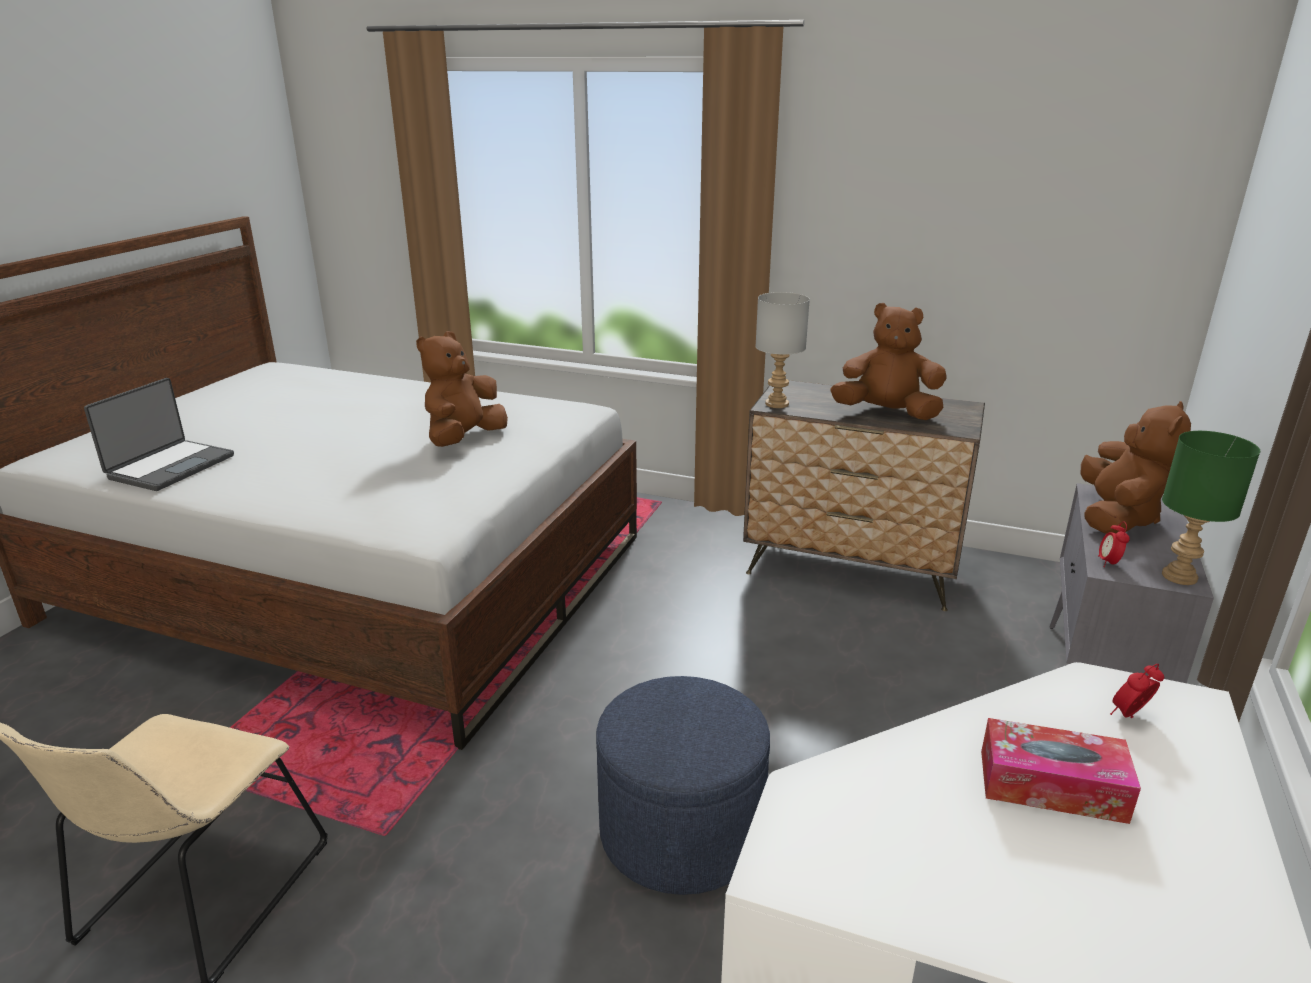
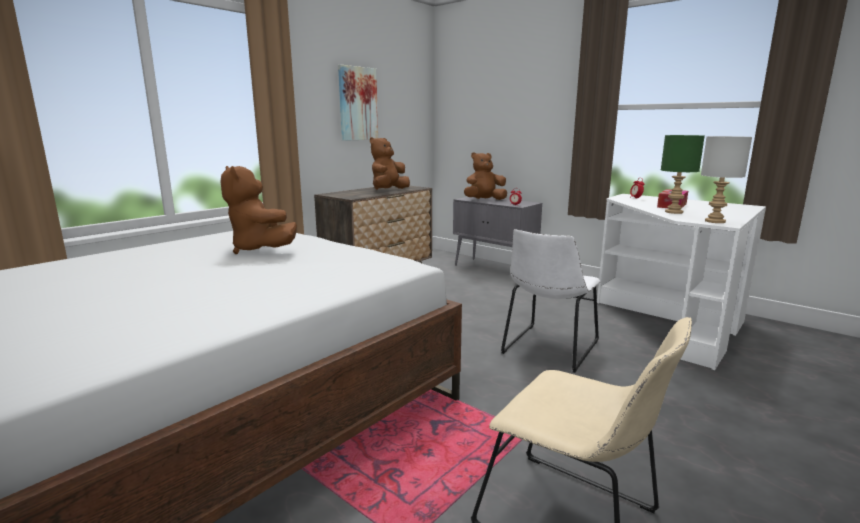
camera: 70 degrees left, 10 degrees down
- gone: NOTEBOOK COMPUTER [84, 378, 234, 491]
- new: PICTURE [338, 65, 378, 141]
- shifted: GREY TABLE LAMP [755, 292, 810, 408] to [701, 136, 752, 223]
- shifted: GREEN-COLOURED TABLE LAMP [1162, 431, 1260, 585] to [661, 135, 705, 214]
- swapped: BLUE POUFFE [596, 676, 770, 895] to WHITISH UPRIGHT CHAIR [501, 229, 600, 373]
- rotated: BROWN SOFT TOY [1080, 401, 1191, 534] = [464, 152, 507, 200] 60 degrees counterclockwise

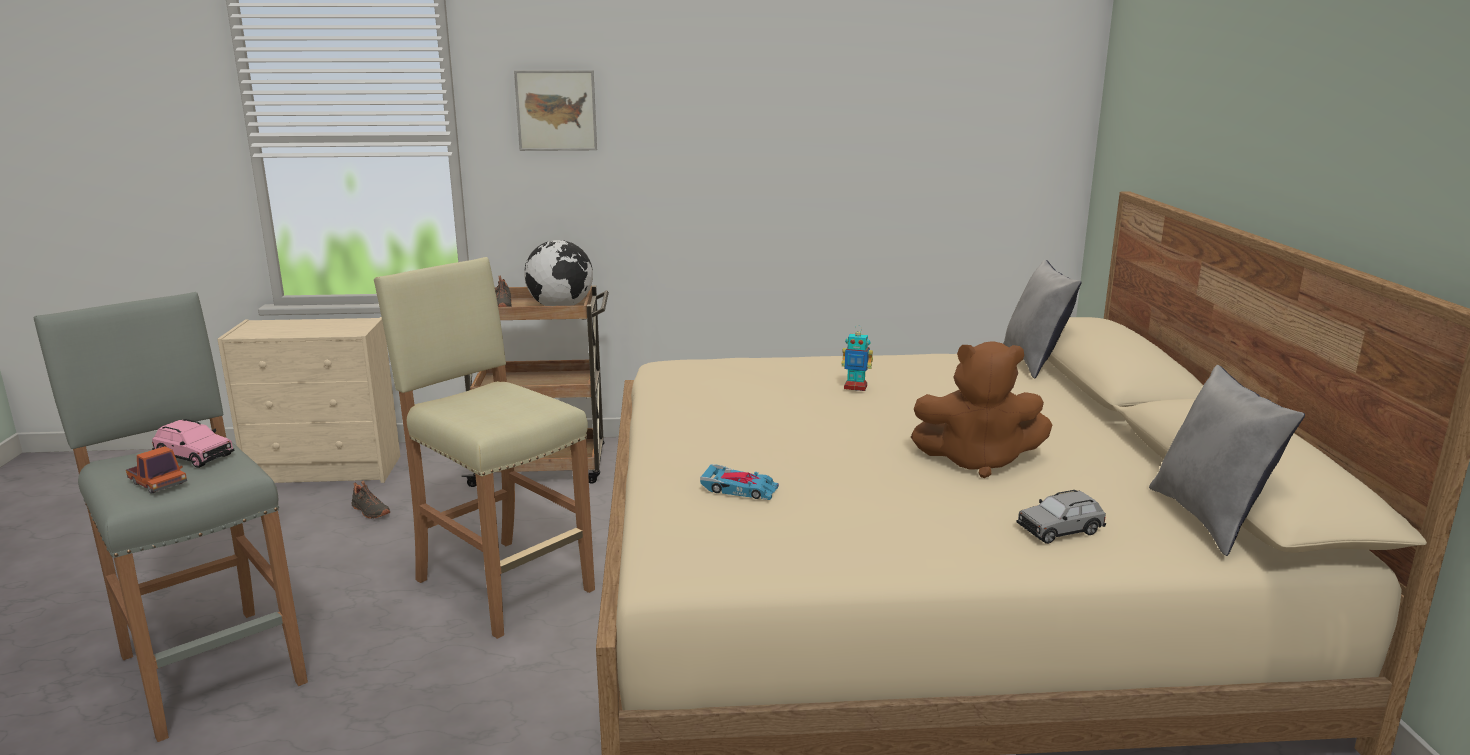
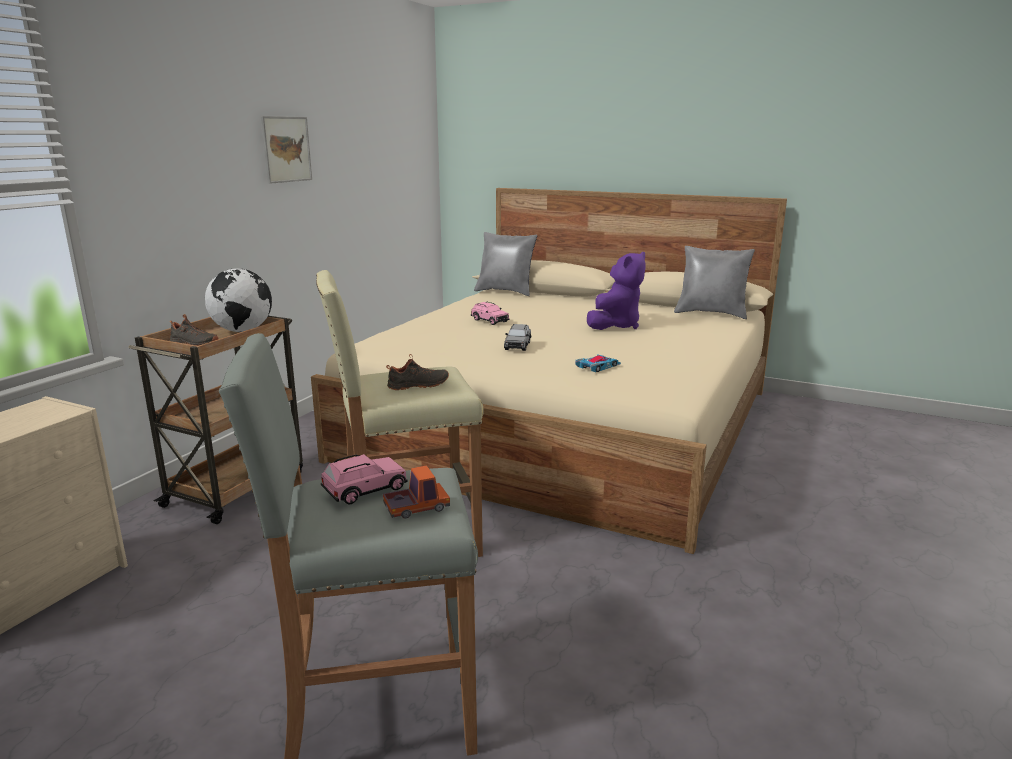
camera: 60 degrees left, 0 degrees up
- shifted: BLACKISH SHOE [351, 481, 390, 519] to [386, 354, 449, 390]
- shifted: PICTURE [514, 70, 597, 151] to [261, 116, 312, 184]
- shifted: GREY MINIATURE CAR [1017, 490, 1106, 544] to [504, 324, 532, 351]
- swapped: TOY ROBOT [841, 325, 873, 391] to PINKISH MINIATURE CAR [471, 302, 510, 325]
- repainted: BROWN SOFT TOY [911, 341, 1052, 478] to PURPLE-COLOURED SOFT TOY [587, 252, 646, 330]

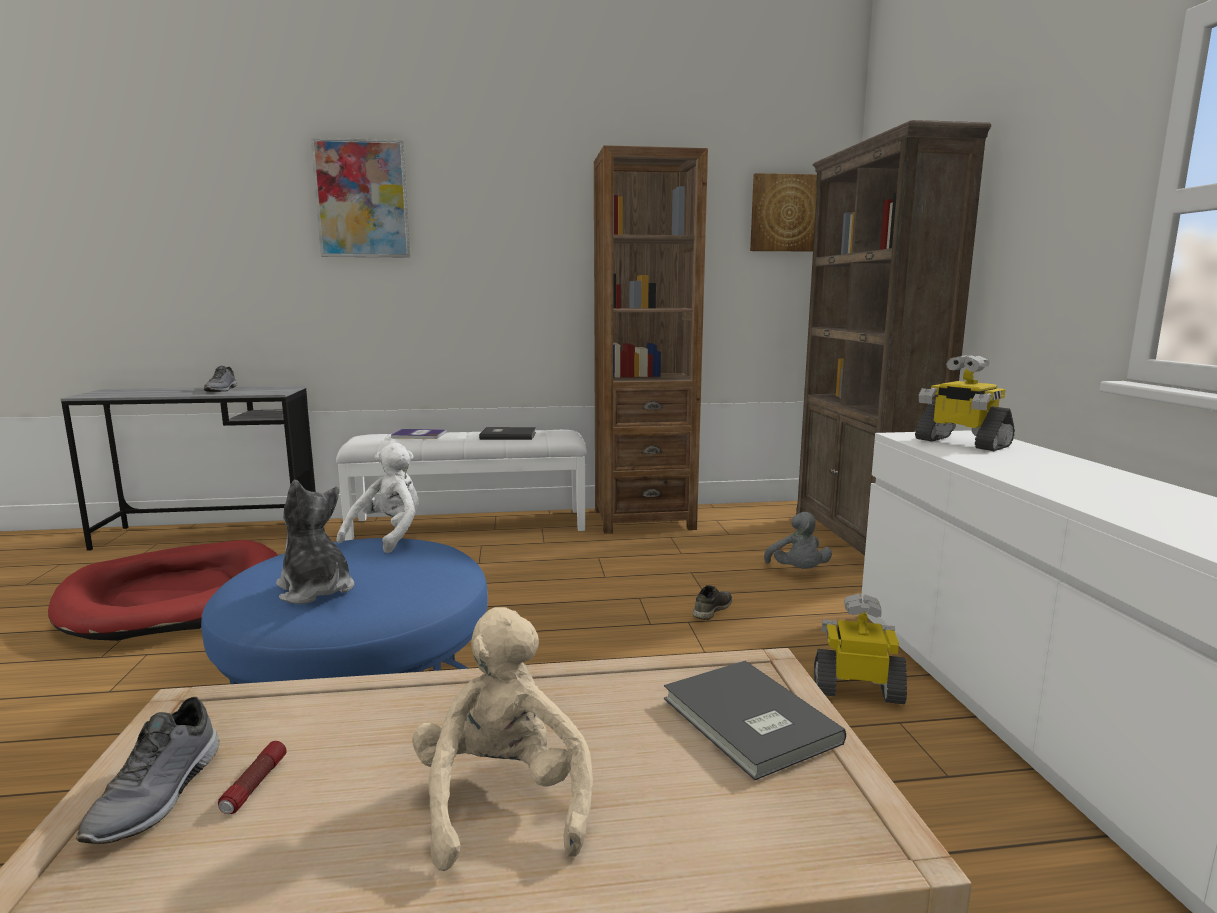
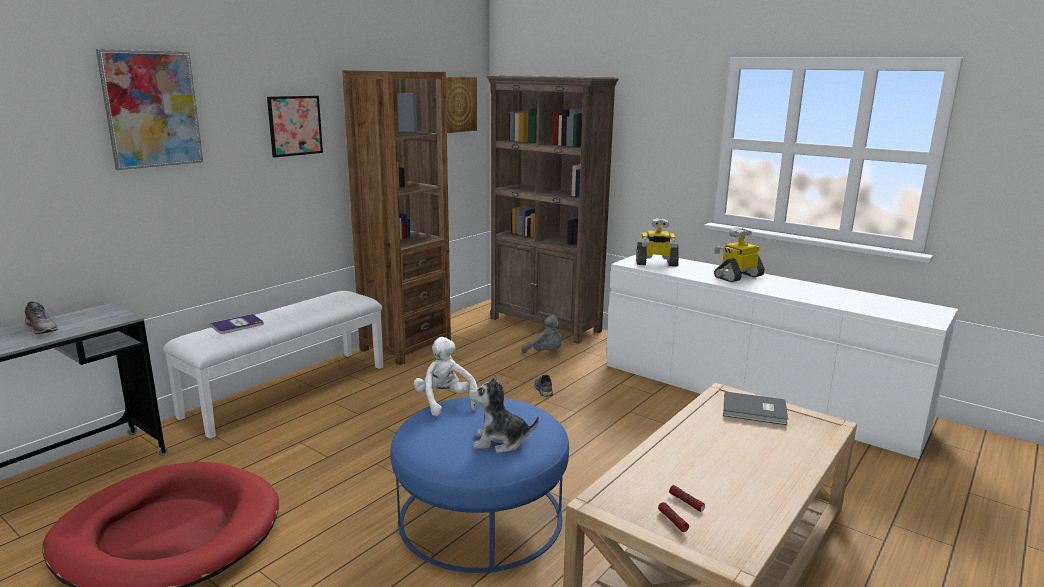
camera: 45 degrees left, 5 degrees up
- gone: BEIGE-COLOURED SOFT TOY [412, 607, 593, 871]
- gone: GREY BOUND BOOK [479, 427, 536, 440]
- new: PICTURE [267, 96, 323, 158]
- shifted: TOY ROBOT [814, 594, 907, 704] to [714, 227, 765, 282]
- swapped: GREY SHOE [76, 697, 219, 844] to FLASHLIGHT [658, 502, 689, 532]

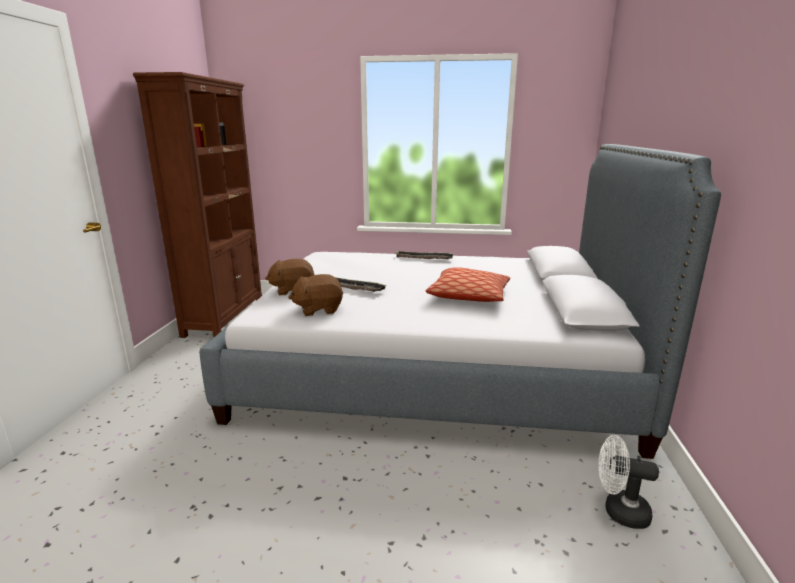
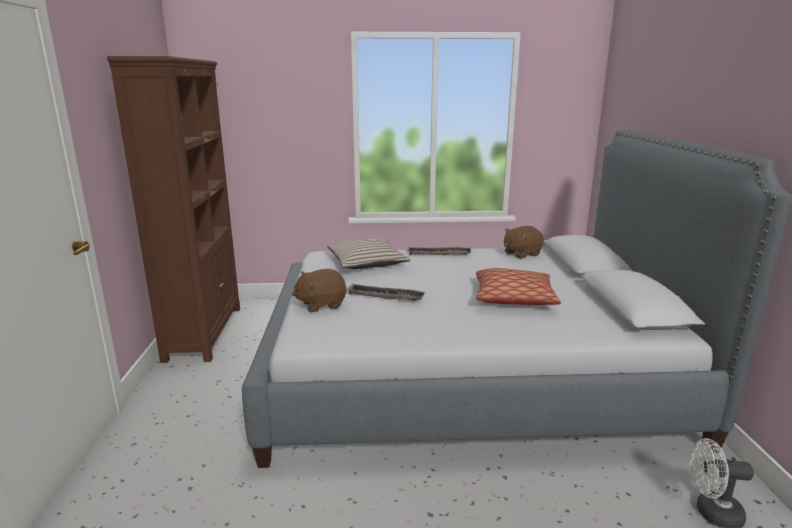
camera: 10 degrees left, 0 degrees up
- new: BEIGE-COLOURED CUSHION [327, 238, 410, 269]
- shifted: BROWN SOFT TOY [288, 274, 343, 316] to [504, 226, 544, 259]

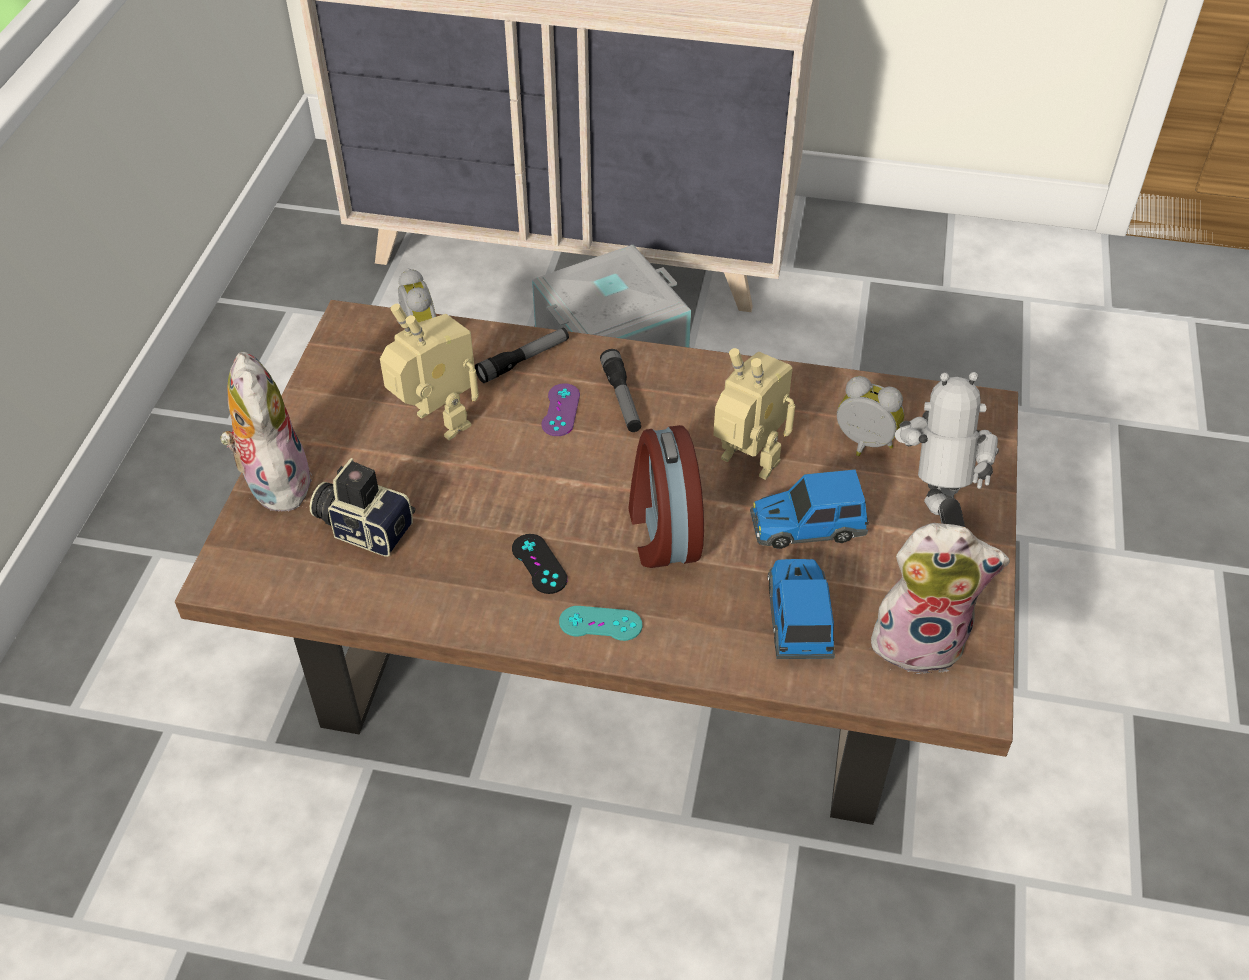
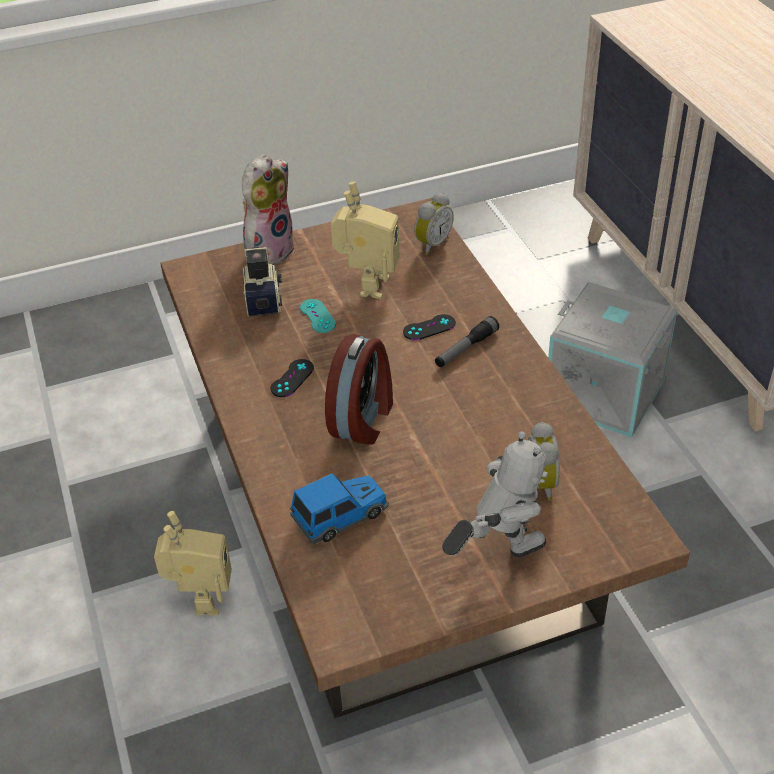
camera: 60 degrees right, 5 degrees down
- gone: FLASHLIGHT [475, 328, 569, 383]
- gone: MINIATURE CAR [750, 469, 869, 549]
- gone: SOFT TOY [866, 523, 1010, 674]
- shifted: TURQUOISE JOYPAD [559, 606, 642, 641] to [300, 299, 336, 333]
- shifted: TOY ROBOT [713, 348, 795, 480] to [154, 511, 232, 616]
- repainted: PURPLE-COLOURED JOYPAD [542, 383, 580, 436] to BLACKISH JOYPAD [403, 314, 456, 340]
- rotated: ALARM CLOCK [628, 425, 704, 568] = [325, 334, 393, 445] 150 degrees clockwise

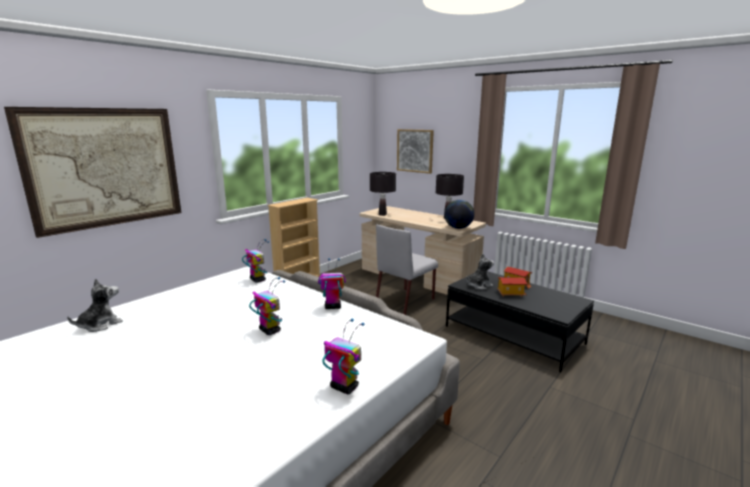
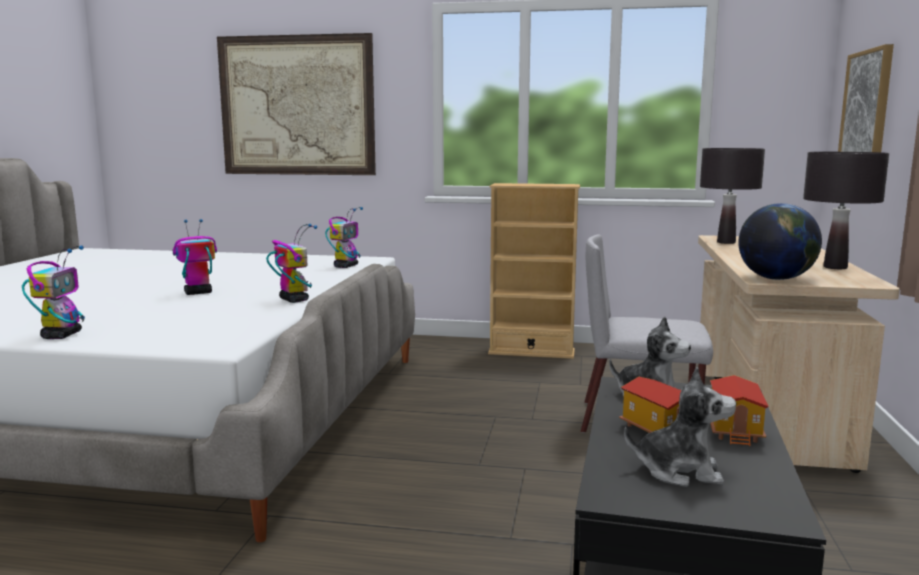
camera: 60 degrees right, 5 degrees down
- shifted: SOFT TOY [67, 278, 123, 332] to [624, 367, 736, 487]
- rotated: TOY ROBOT [249, 277, 285, 335] = [173, 219, 217, 295] 135 degrees counterclockwise

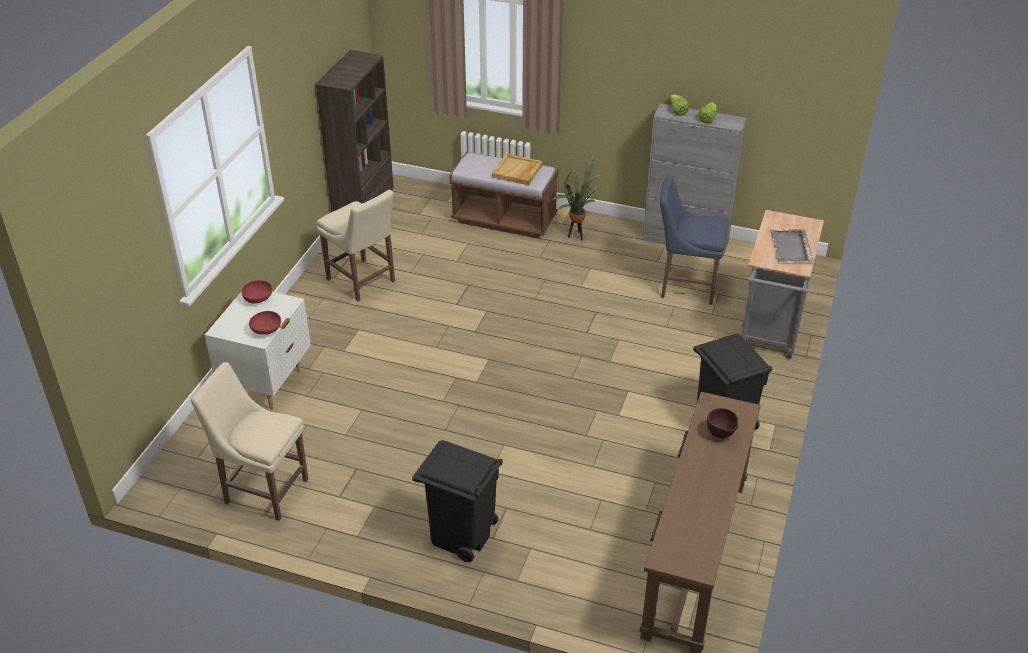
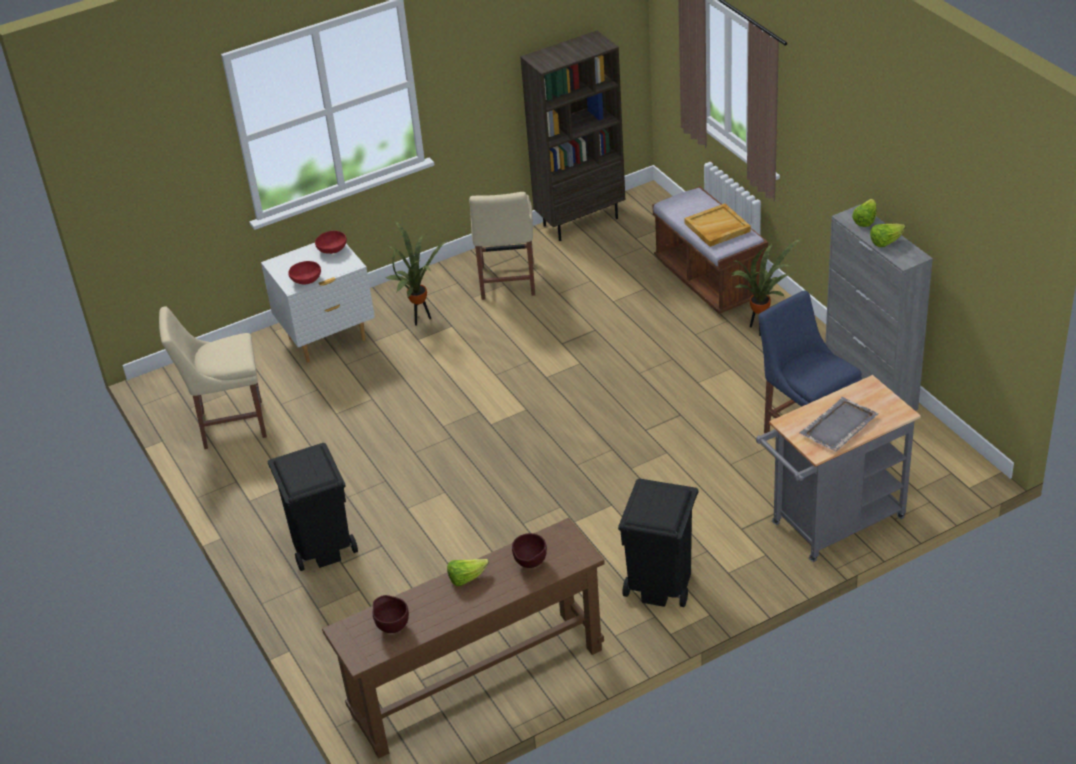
camera: 45 degrees right, 0 degrees up
- new: BROWN BOWL [373, 595, 409, 633]
- new: HOUSEPLANT [386, 220, 449, 326]
- new: LETTUCE [447, 559, 489, 586]
- rotated: BEIGE-COLOURED UPRIGHT CHAIR [191, 362, 308, 521] = [159, 306, 267, 449] 75 degrees counterclockwise

